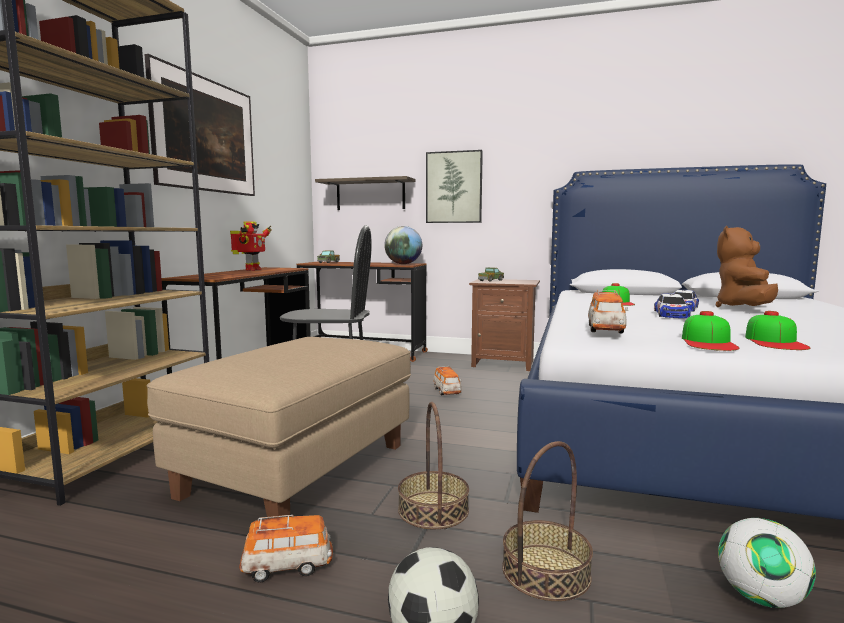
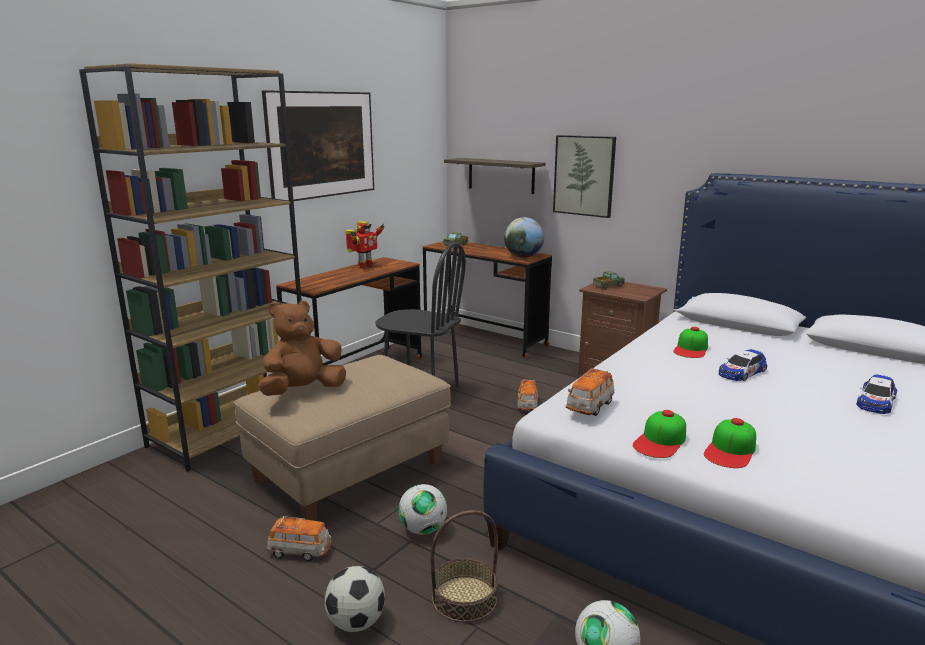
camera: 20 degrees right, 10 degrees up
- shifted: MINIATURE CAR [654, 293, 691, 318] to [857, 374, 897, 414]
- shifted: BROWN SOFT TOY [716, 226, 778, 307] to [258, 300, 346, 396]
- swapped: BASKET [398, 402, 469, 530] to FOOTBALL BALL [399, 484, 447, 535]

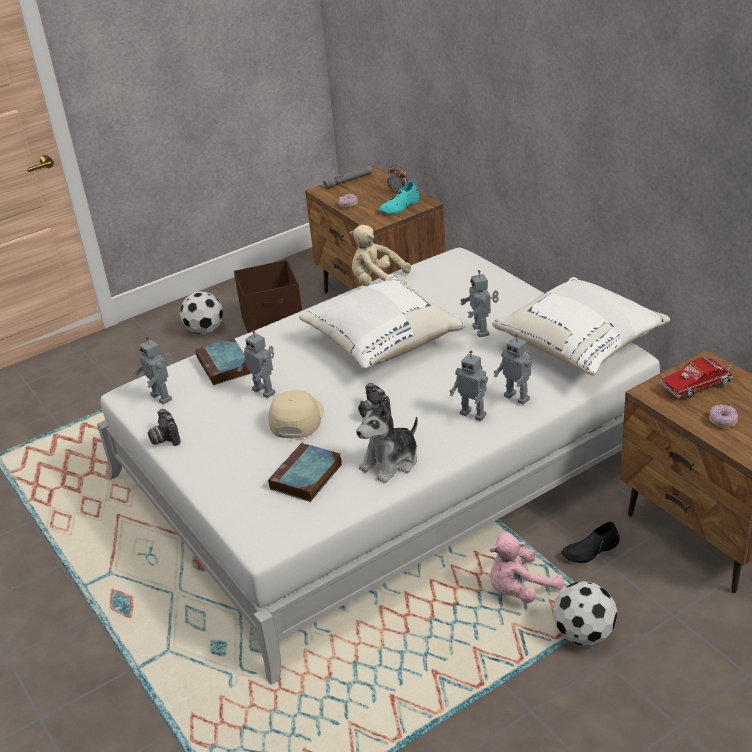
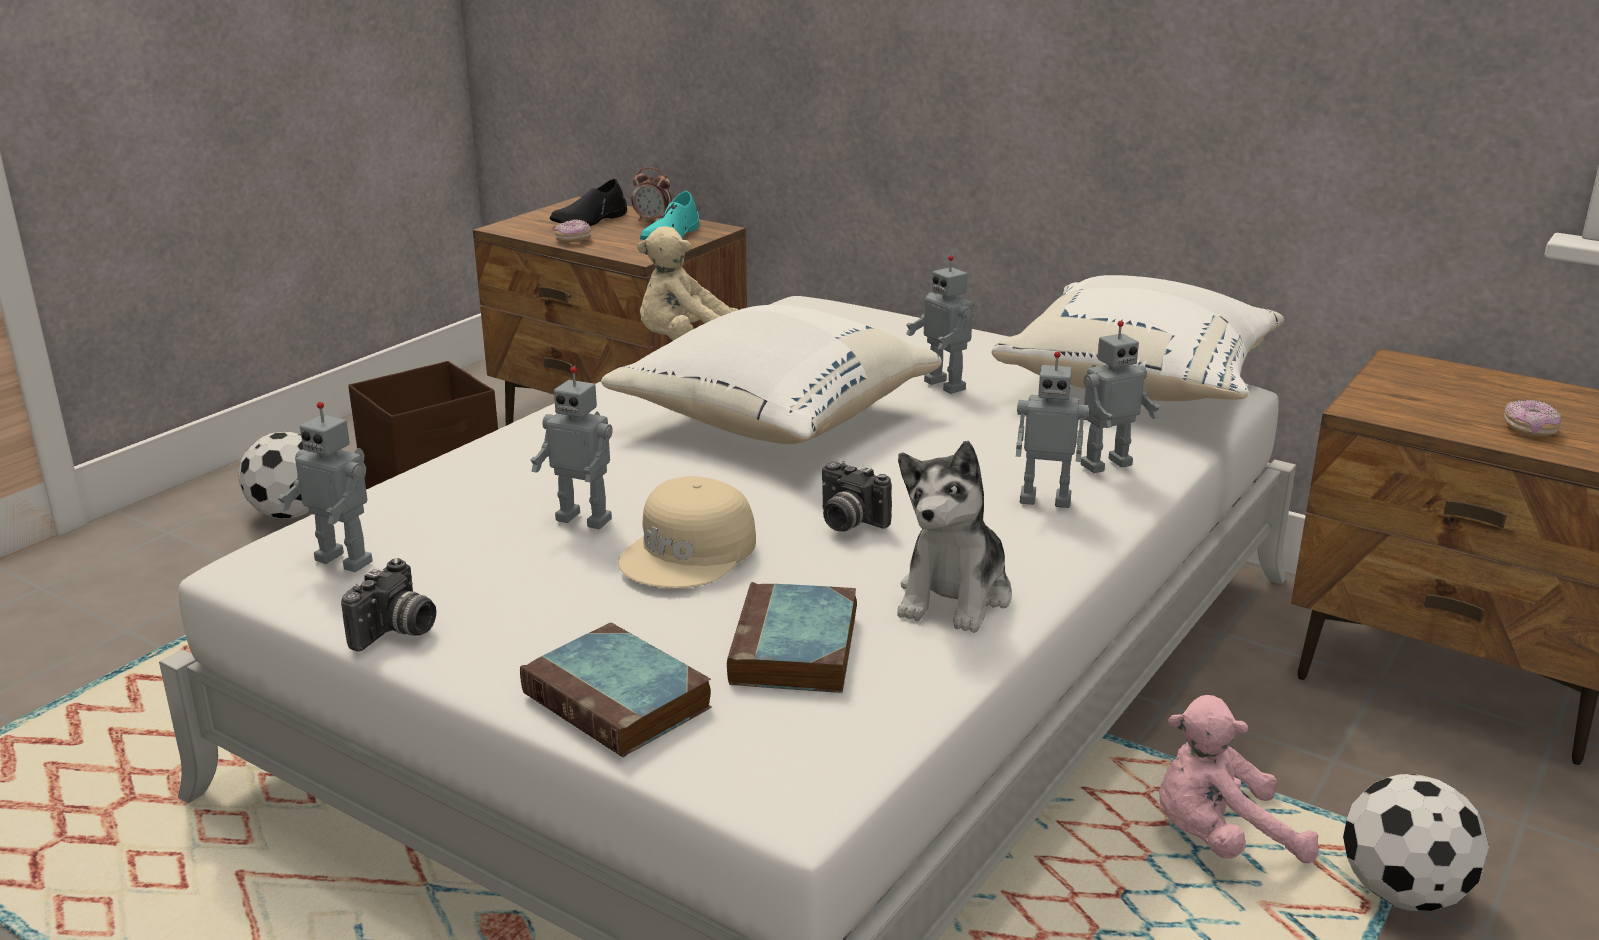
camera: 25 degrees left, 10 degrees down
- gone: GREY FLASHLIGHT [323, 166, 373, 189]
- gone: TOY TRUCK [662, 356, 733, 398]
- shifted: BOUND BOOK [195, 338, 252, 385] to [520, 623, 712, 757]
- shifted: BLACKISH SHOE [561, 522, 619, 563] to [550, 179, 627, 226]
- rotated: PHOTO CAMERA [148, 409, 181, 446] = [341, 558, 436, 652] 105 degrees counterclockwise
- rotated: BEIGE-COLOURED BASEBALL CAP [268, 390, 324, 438] = [618, 476, 756, 588] 135 degrees counterclockwise
- rotated: PINKISH SOFT TOY [489, 532, 564, 603] = [1159, 695, 1318, 863] 45 degrees clockwise
- rotated: TOY ROBOT [494, 334, 532, 405] = [1081, 321, 1160, 473] 45 degrees counterclockwise

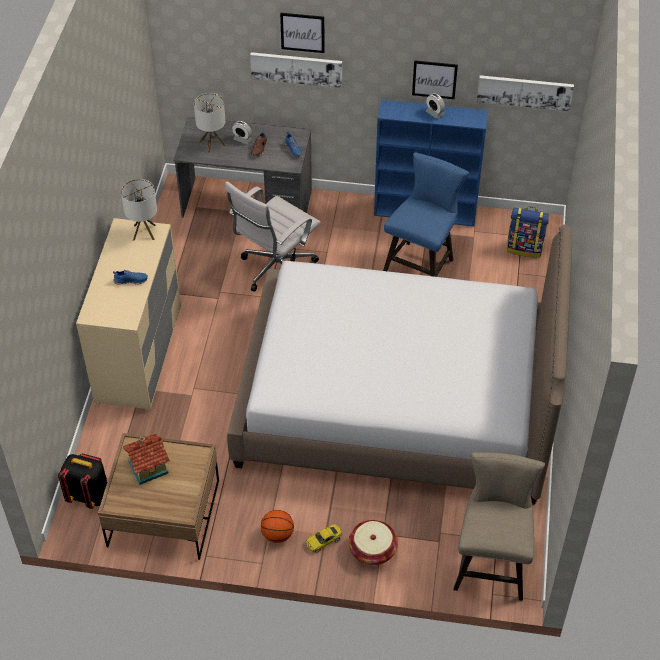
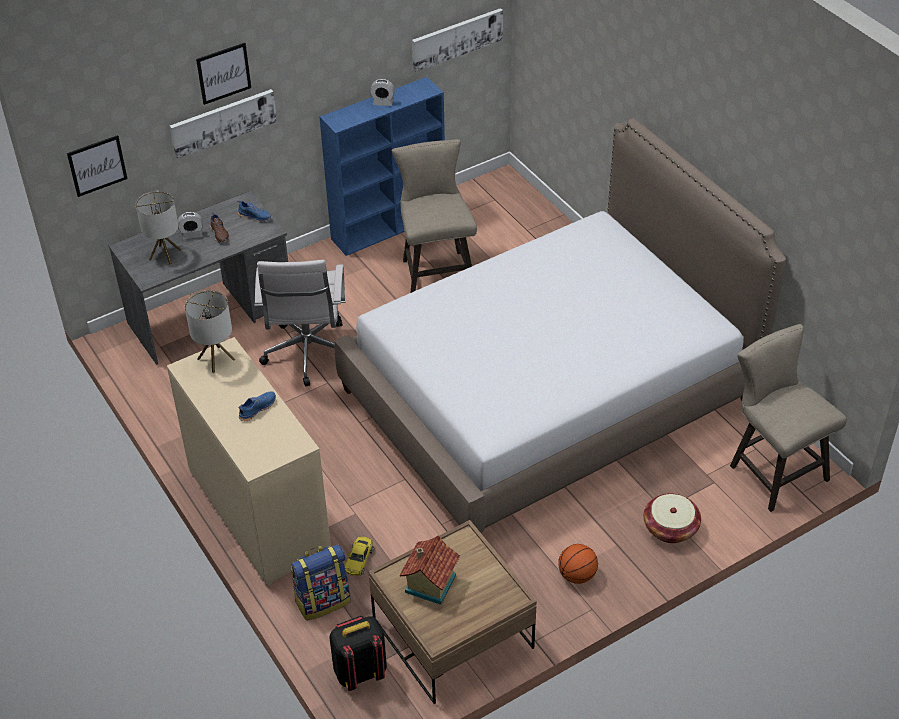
camera: 40 degrees left, 5 degrees down
- shifted: YELLOW-COLOURED MINIATURE CAR [306, 524, 342, 553] to [344, 537, 374, 576]
- shifted: PICTURE [412, 60, 458, 99] to [67, 135, 128, 197]
- shifted: KNAPSACK [507, 206, 549, 258] to [291, 544, 351, 621]
- repainted: BLUE STOOL SEAT [383, 152, 469, 277] to BEIGE-COLOURED STOOL SEAT [392, 139, 477, 293]

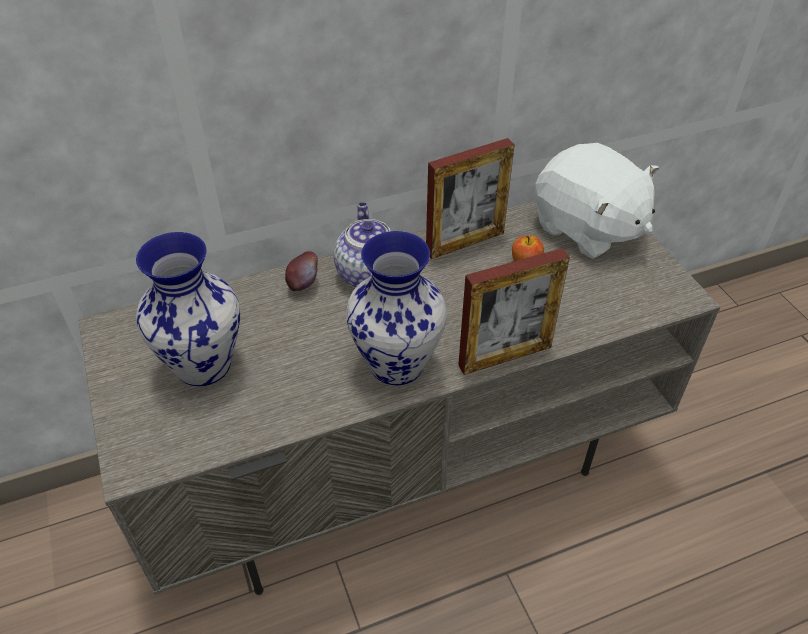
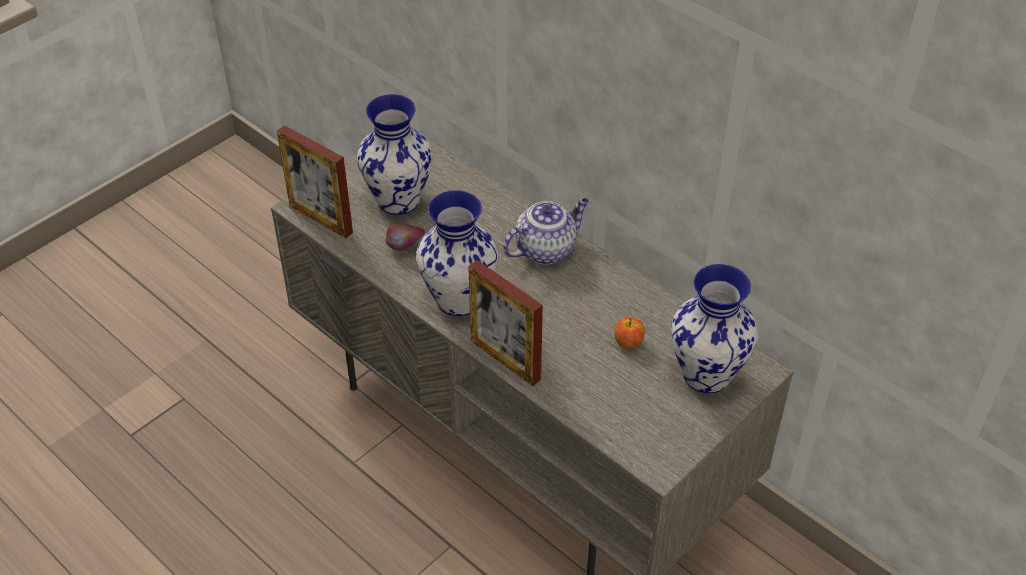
camera: 65 degrees right, 0 degrees up
- shifted: APPLE FRUIT [285, 251, 318, 291] to [386, 223, 425, 250]
- shifted: PHOTO FRAME [426, 138, 515, 259] to [277, 125, 353, 238]
- swapped: WHITISH SOFT TOY [535, 143, 659, 259] to FLOWER VASE [671, 264, 758, 393]

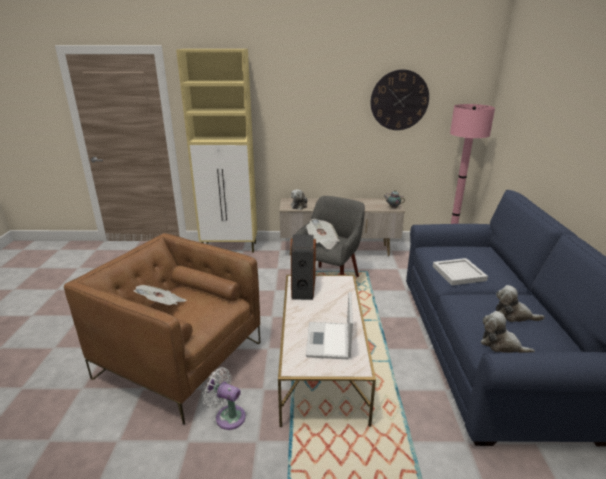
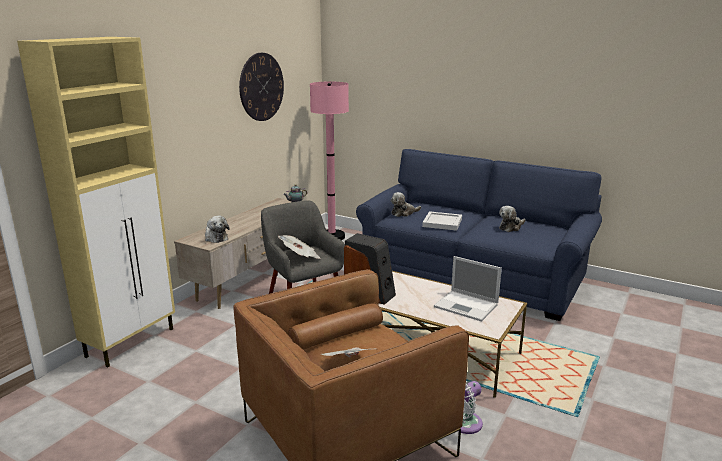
camera: 60 degrees left, 5 degrees down
- shifted: SOFT TOY [481, 311, 535, 353] to [391, 192, 421, 217]

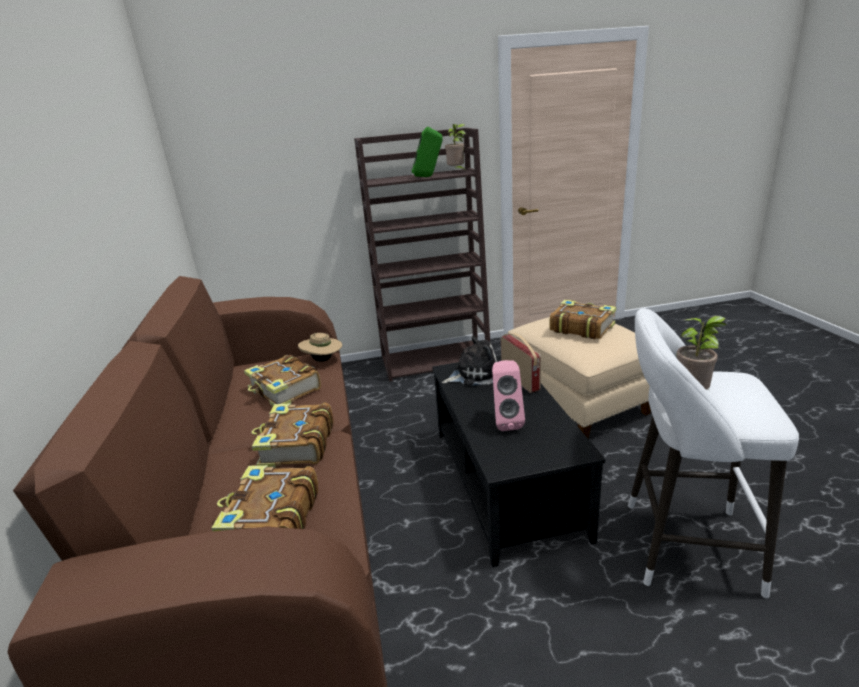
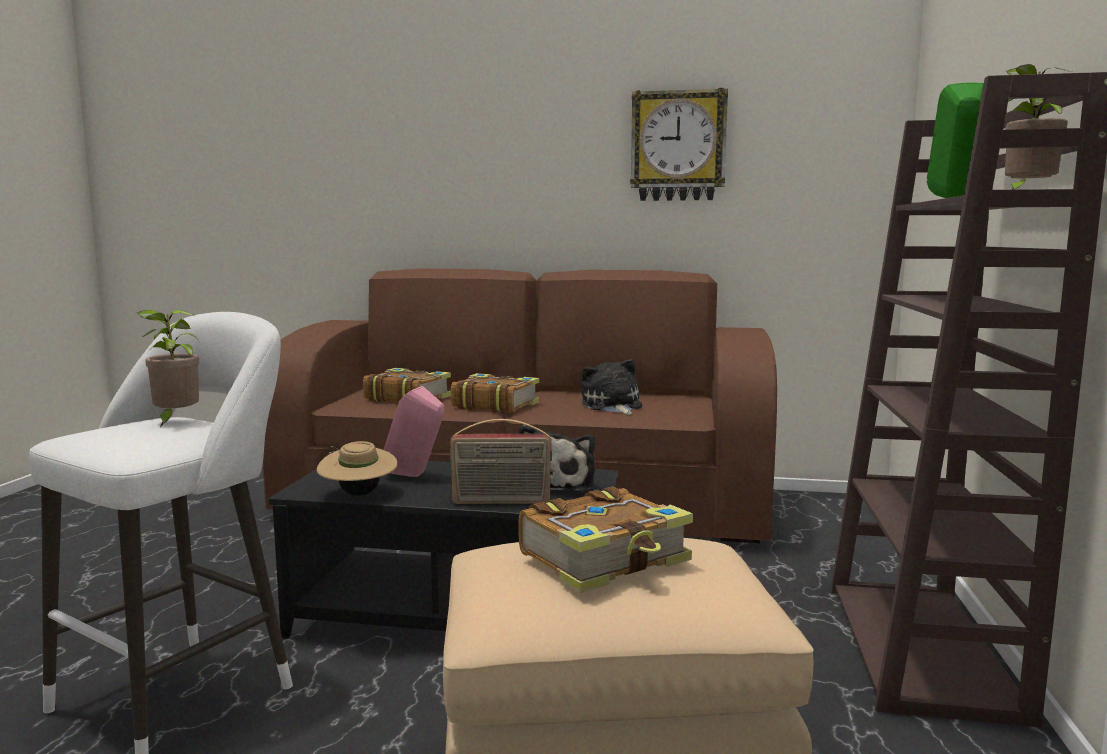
camera: 110 degrees right, 15 degrees down
- new: CLOCK ON THE WALL [630, 88, 728, 201]
- shifted: BEIGE-COLOURED HAT [298, 333, 342, 362] to [317, 441, 398, 496]
- swapped: BOUND BOOK [244, 355, 321, 406] to SOFT TOY [581, 359, 642, 415]

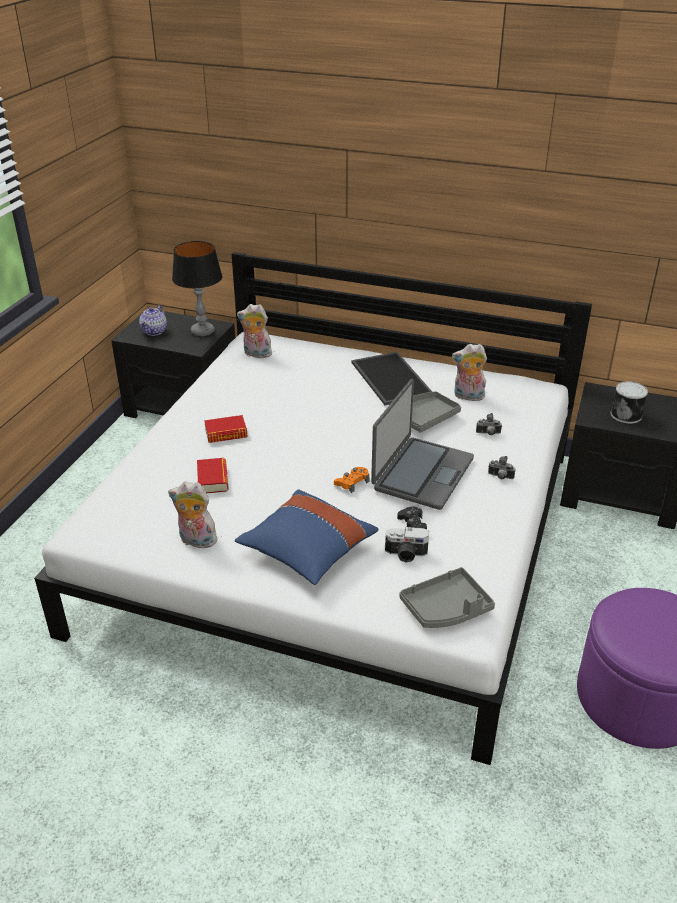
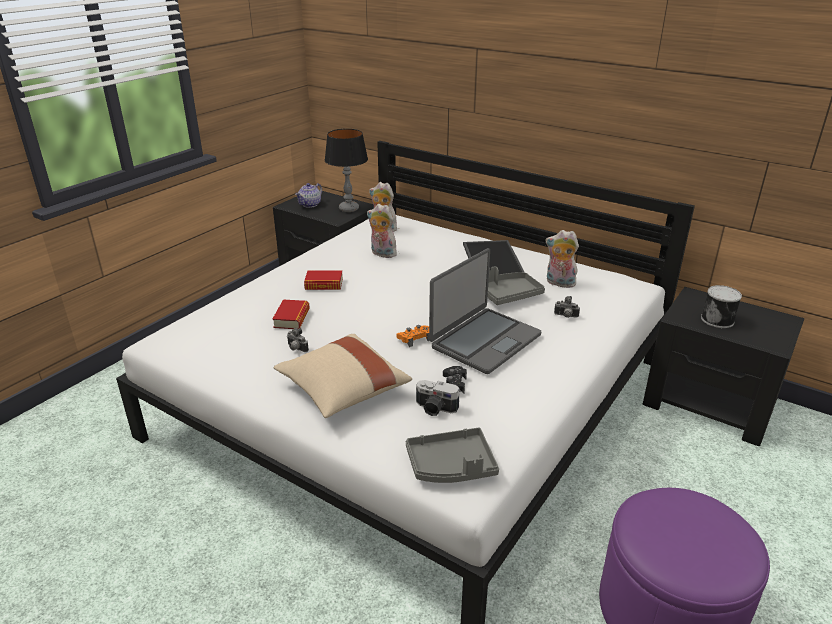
camera: 15 degrees right, 5 degrees down
- shifted: SOFT TOY [168, 481, 217, 548] to [367, 204, 397, 258]
- shifted: PHOTO CAMERA [488, 456, 515, 479] to [287, 328, 309, 352]
- repainted: BLUE CUSHION [235, 489, 379, 585] to BEIGE-COLOURED CUSHION [274, 334, 412, 418]

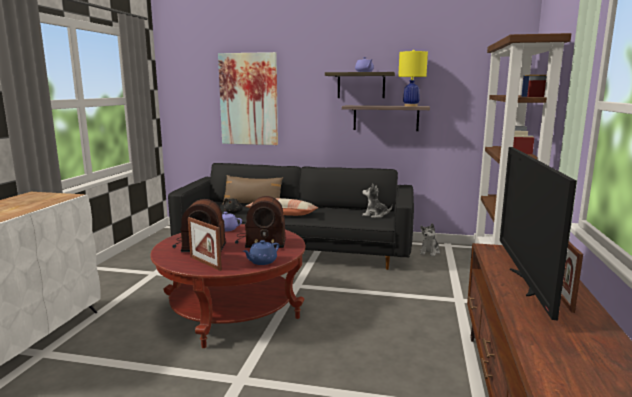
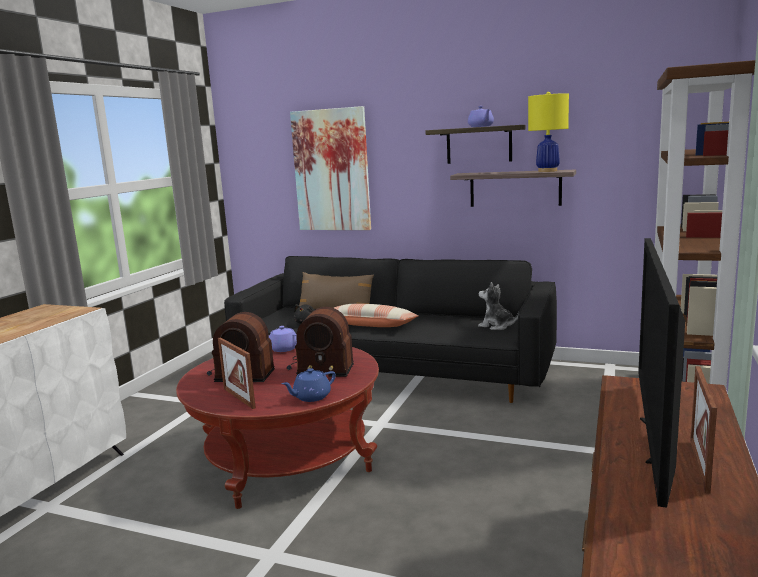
camera: 10 degrees right, 0 degrees up
- gone: SOFT TOY [420, 223, 440, 257]

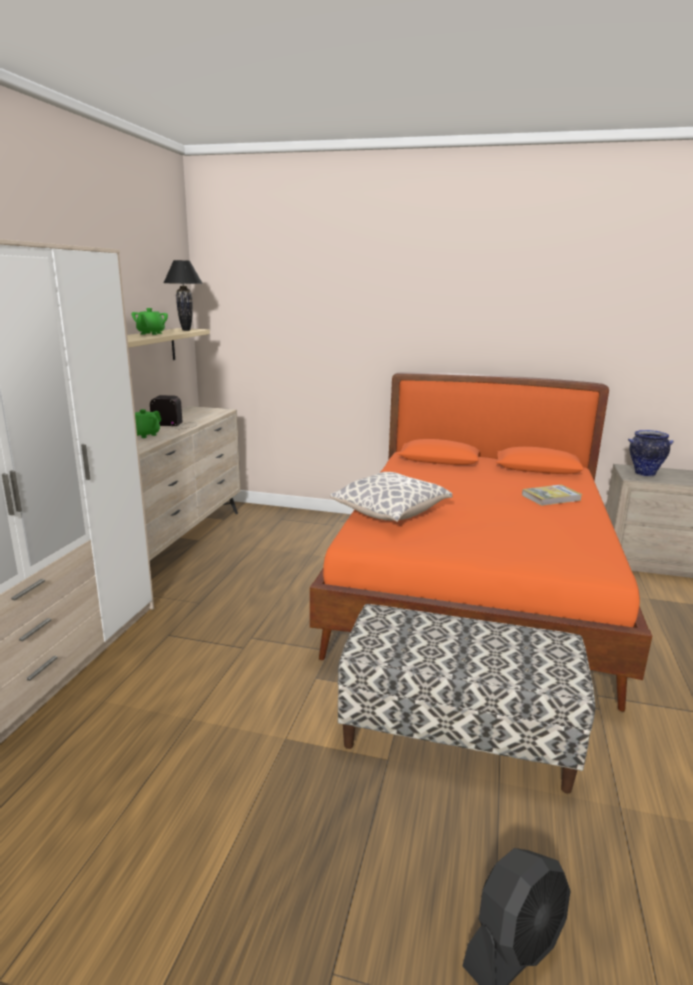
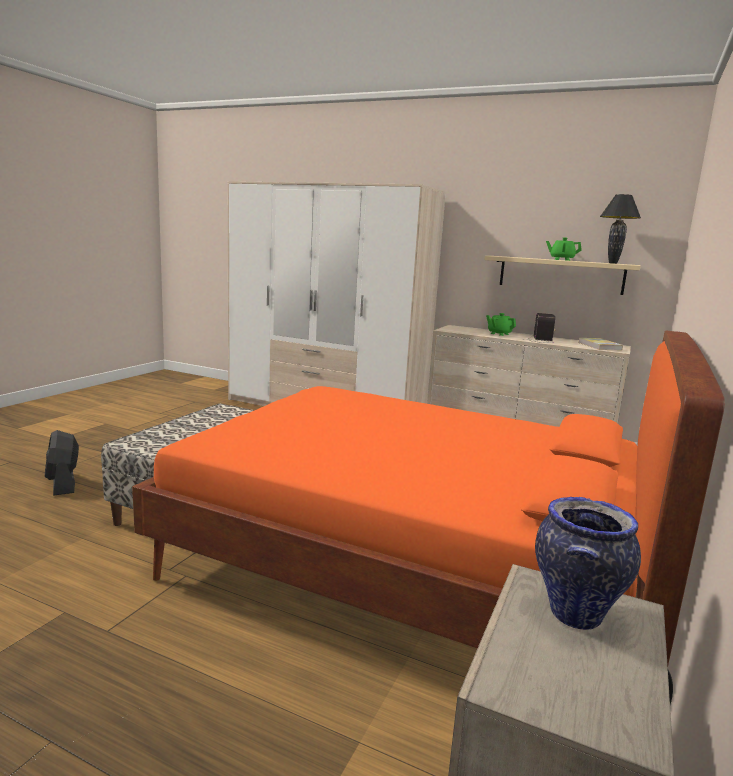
camera: 100 degrees right, 5 degrees down
- gone: CUSHION [331, 472, 452, 522]
- shifted: BOUND BOOK [522, 485, 583, 506] to [578, 338, 623, 350]

